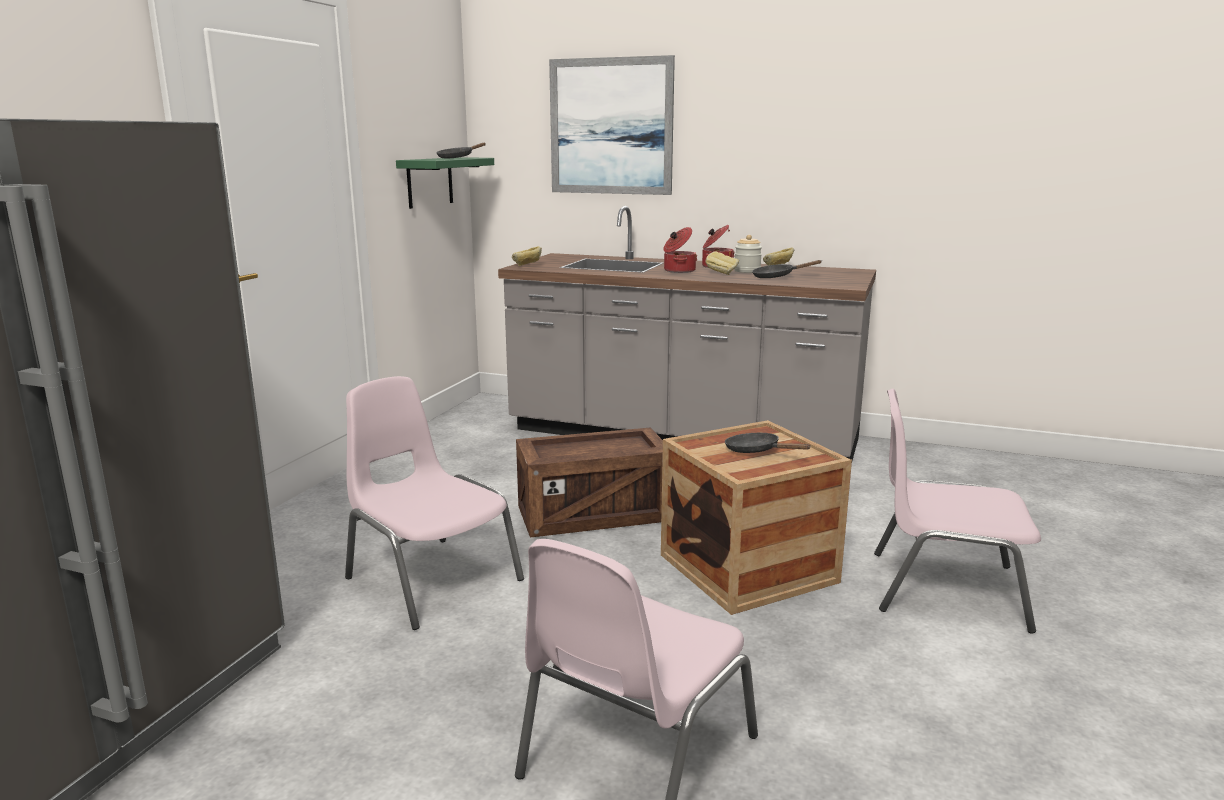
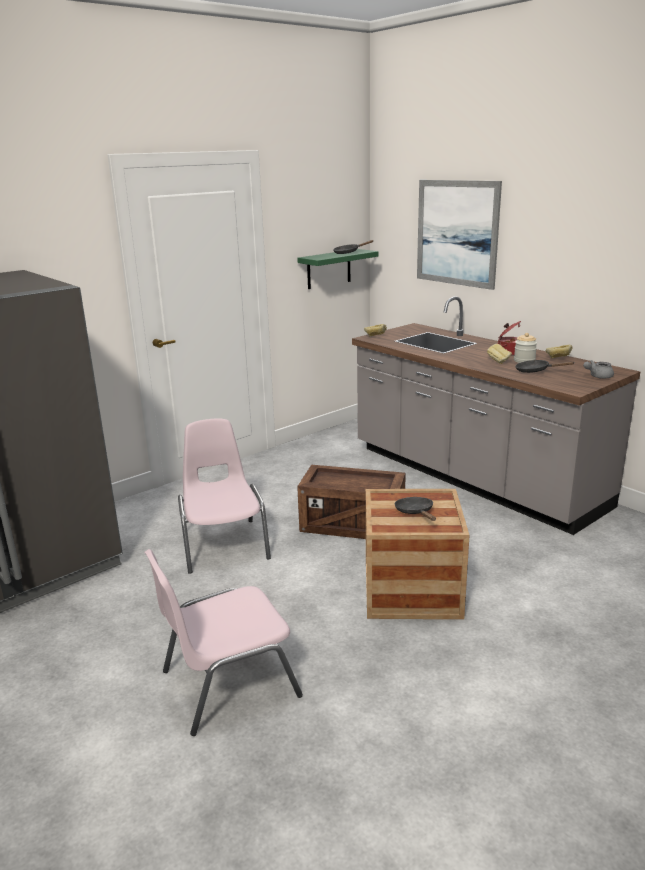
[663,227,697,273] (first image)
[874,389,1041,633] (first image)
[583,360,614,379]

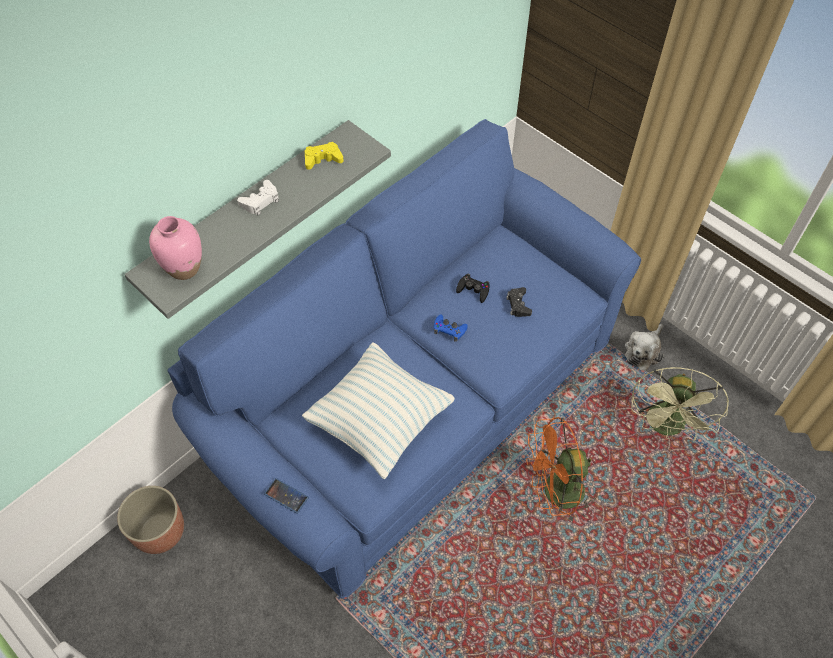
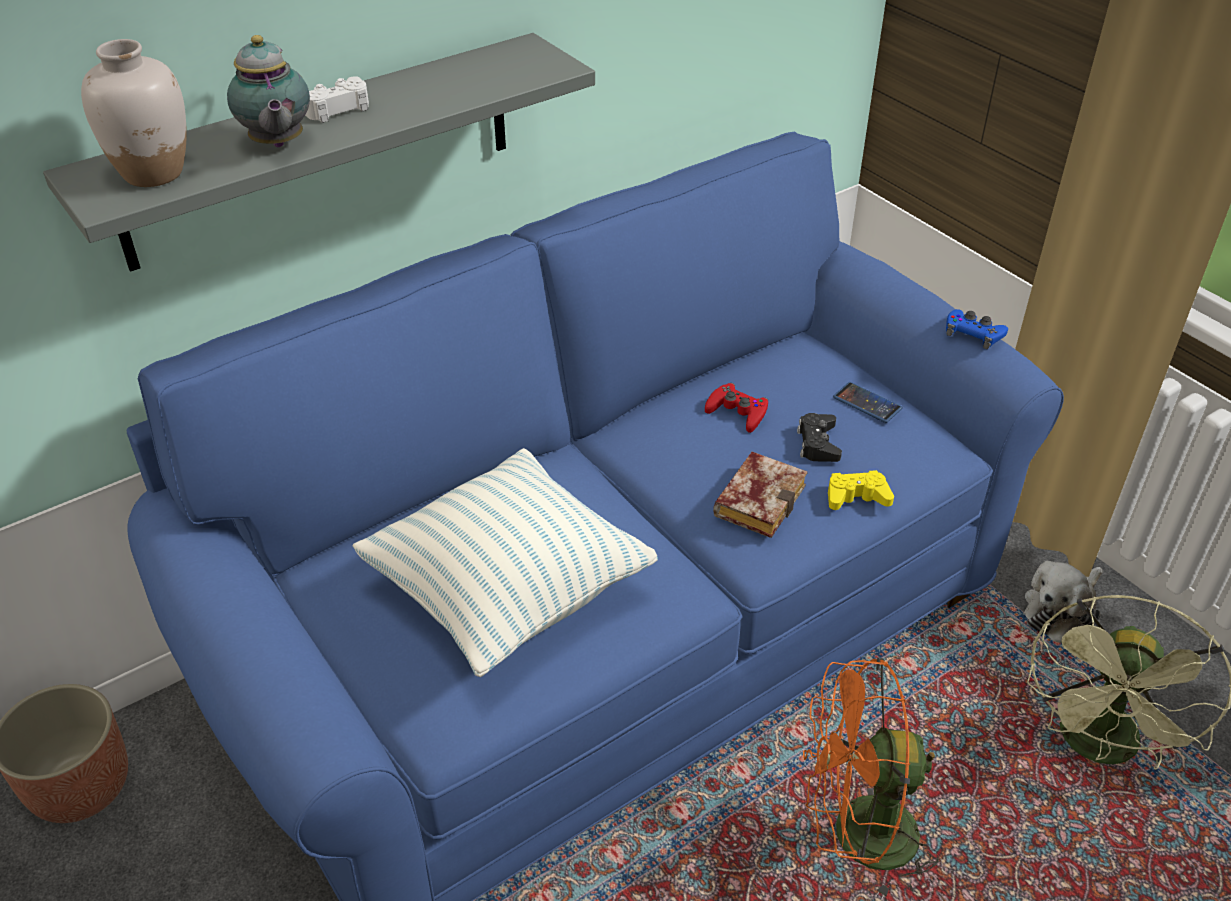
[81,39,187,187]
[833,382,902,423]
[828,470,894,510]
[946,309,1008,349]
[705,383,768,433]
[227,35,310,147]
[713,452,808,538]

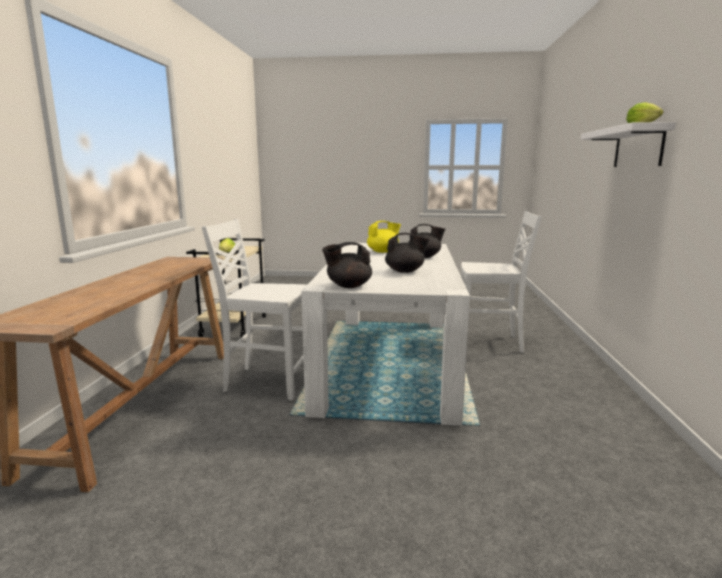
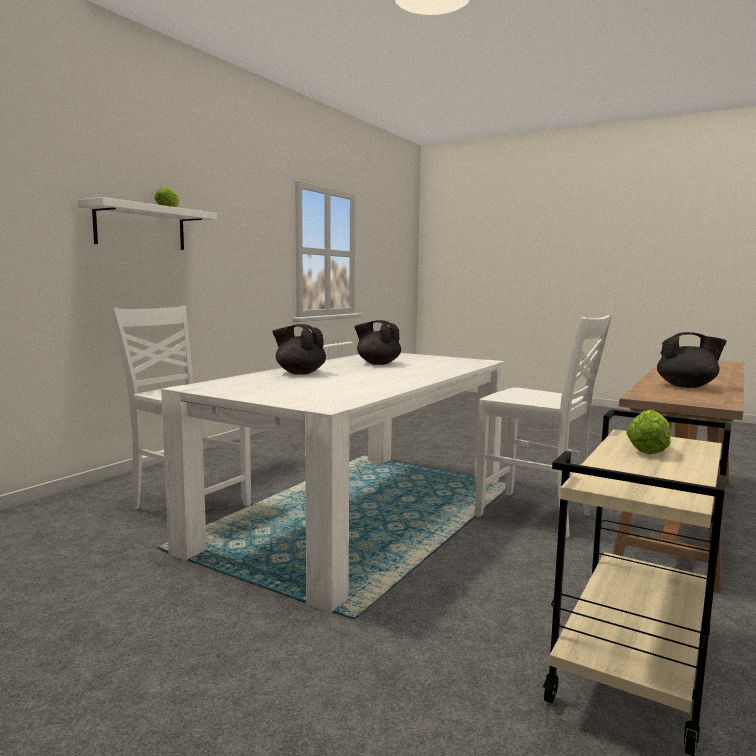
[657,332,727,388]
[367,221,401,253] (first image)

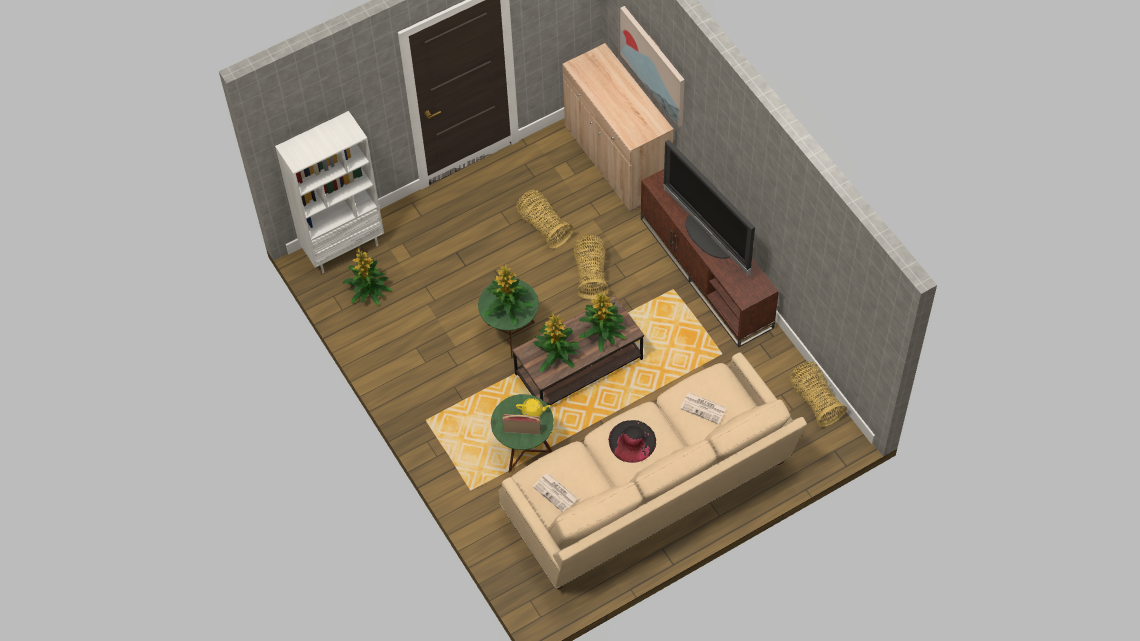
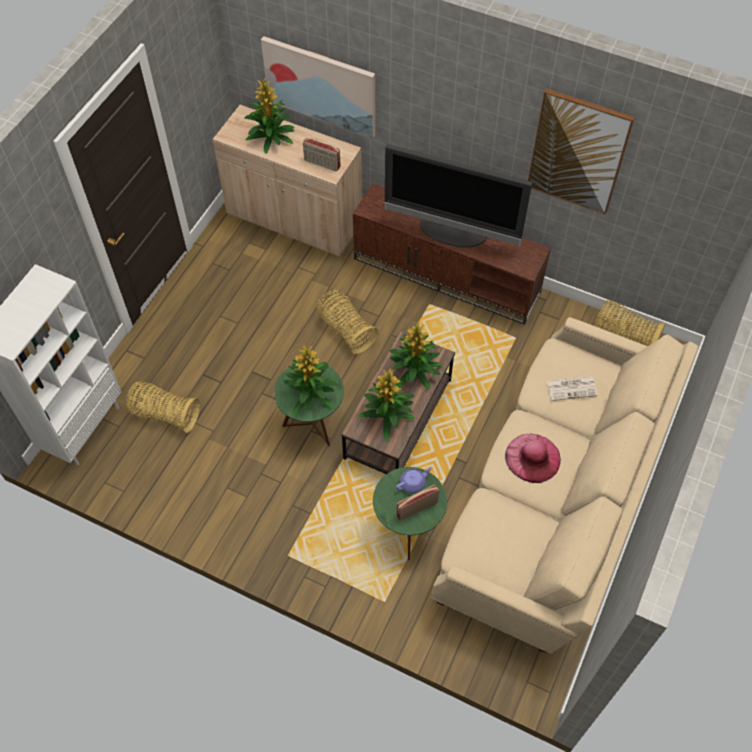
[244,77,295,154]
[126,381,200,433]
[396,467,432,494]
[533,473,578,512] (first image)
[505,434,561,483]
[303,138,341,171]
[528,88,635,215]

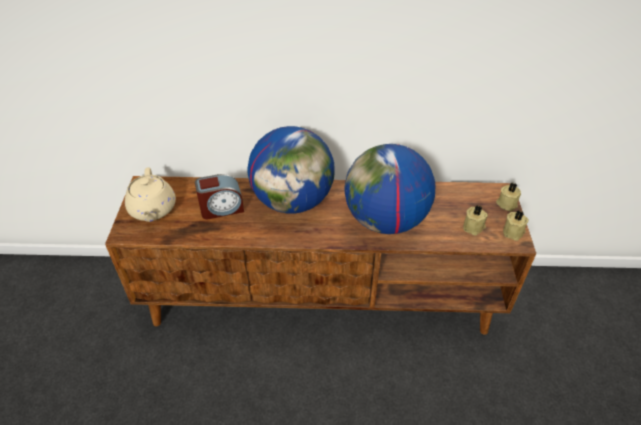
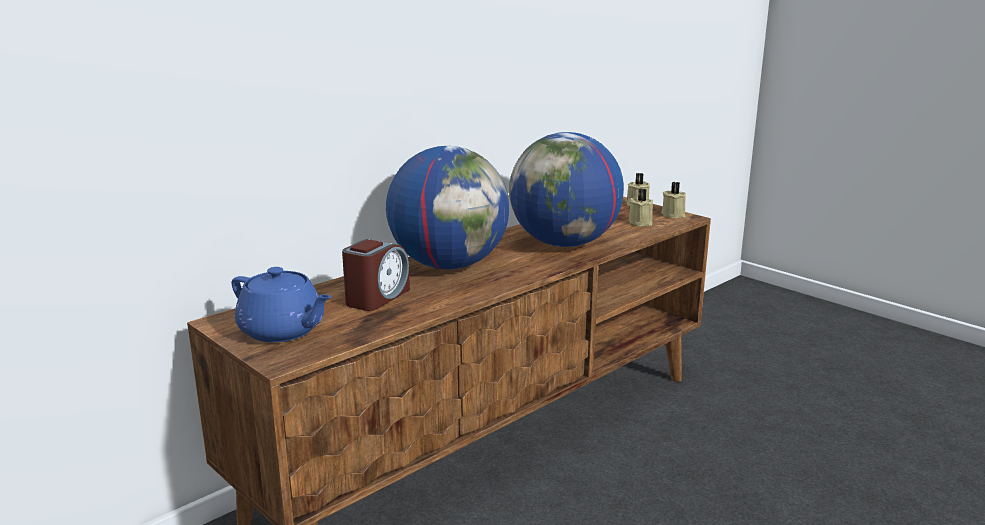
[232,267,332,342]

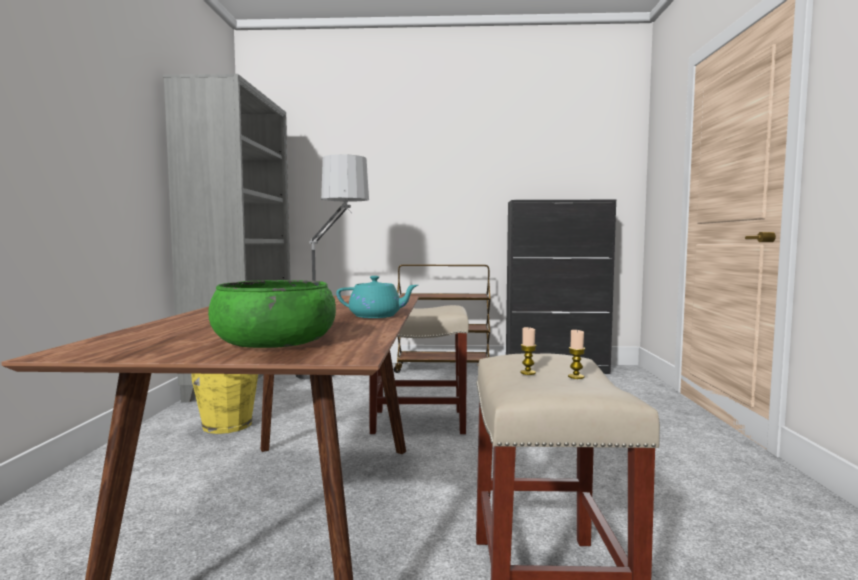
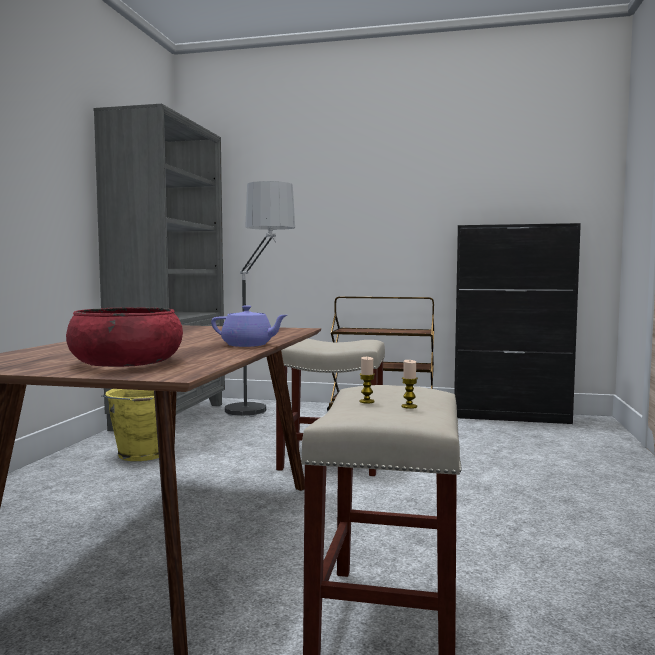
[66,307,183,367]
[211,305,287,347]

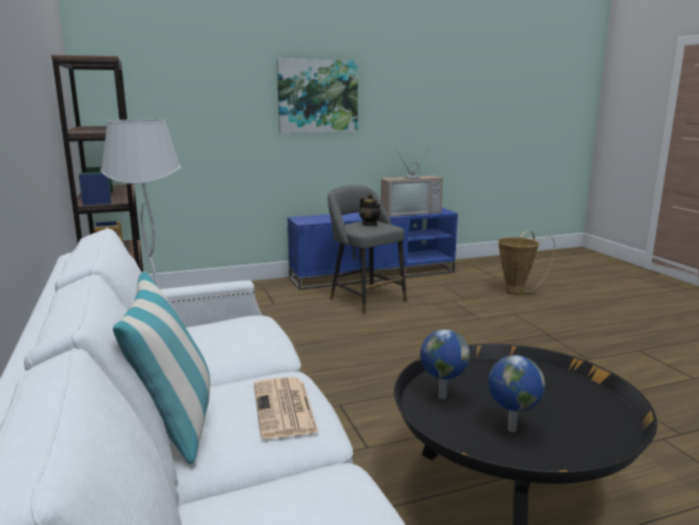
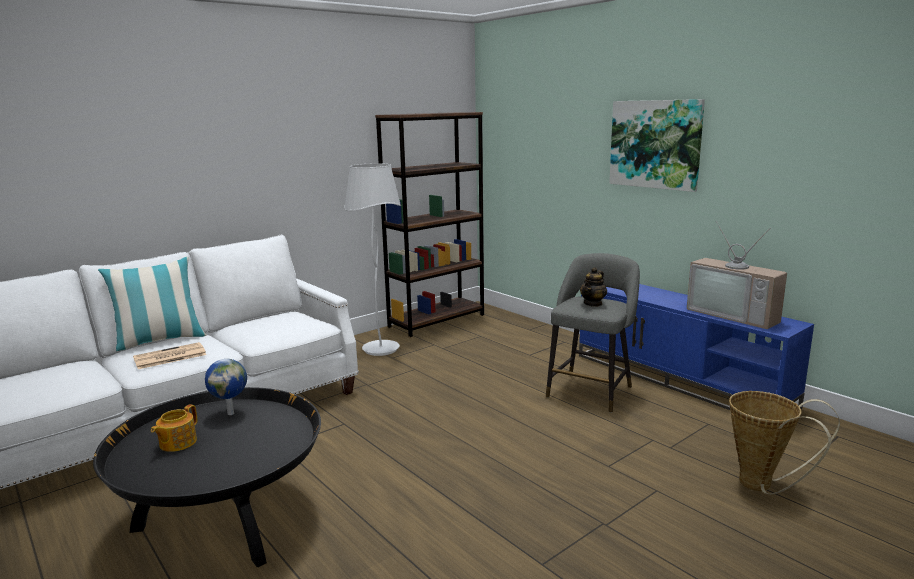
[151,404,197,452]

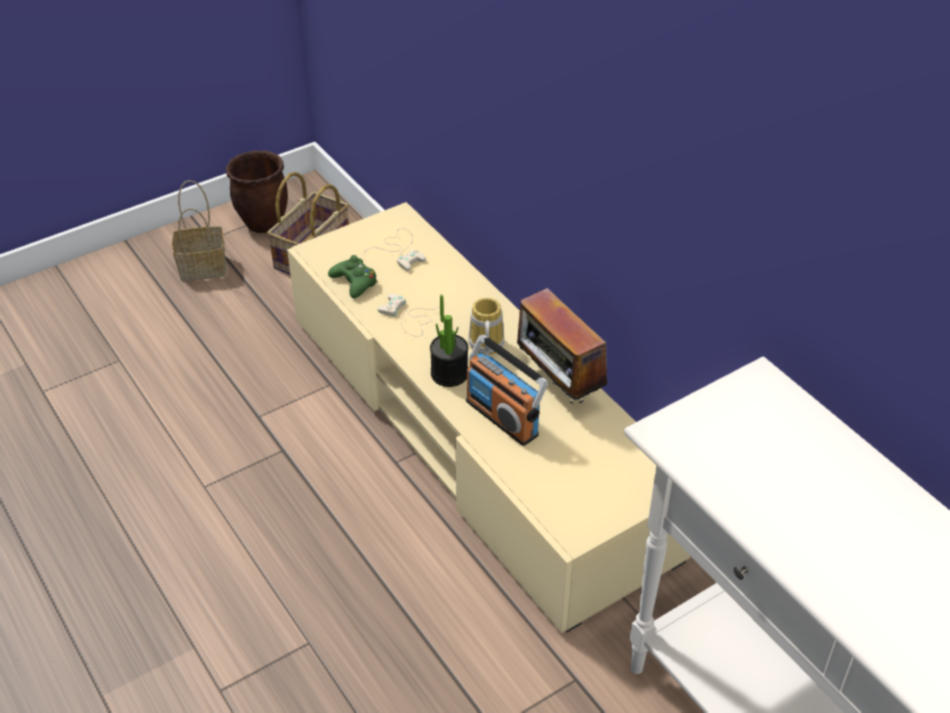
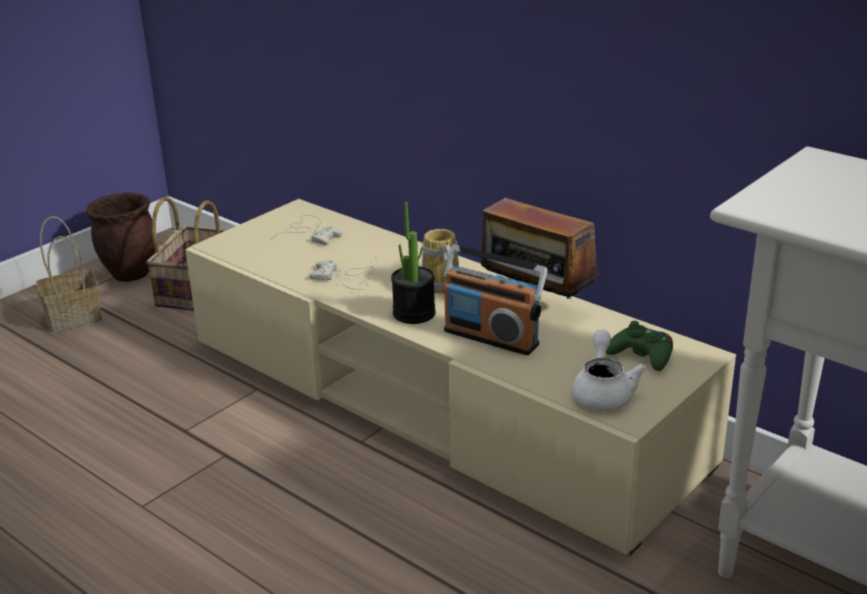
[606,321,673,371]
[572,330,647,411]

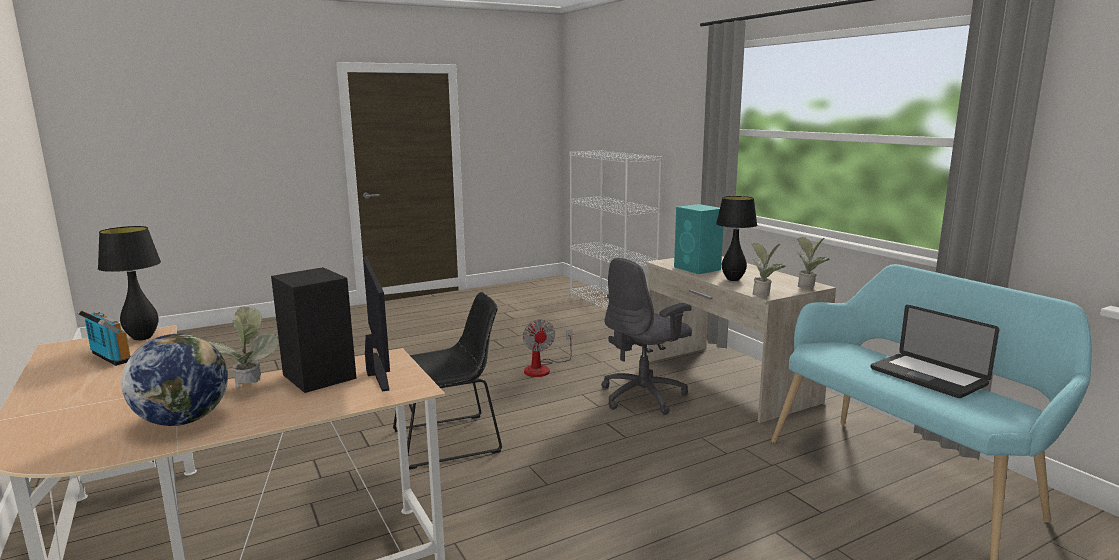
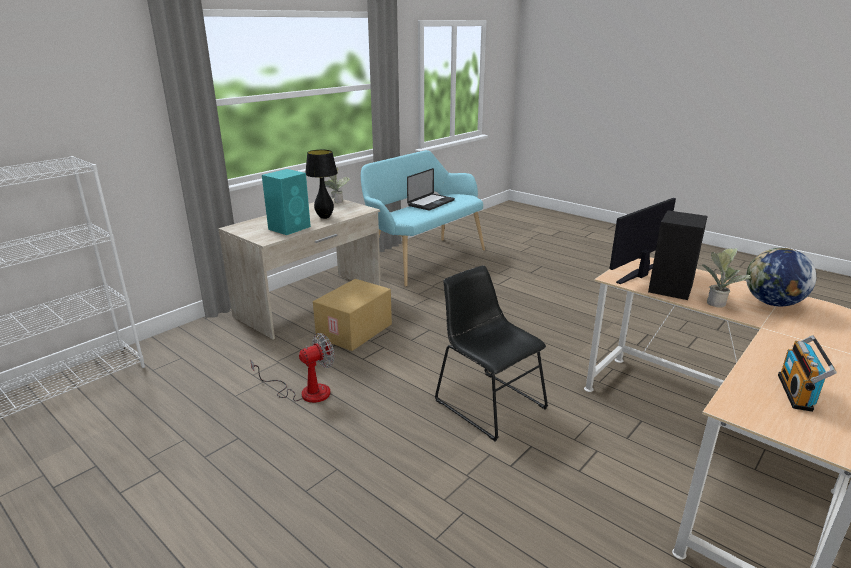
[98,226,161,341] (first image)
[313,279,392,351]
[751,243,786,297] (first image)

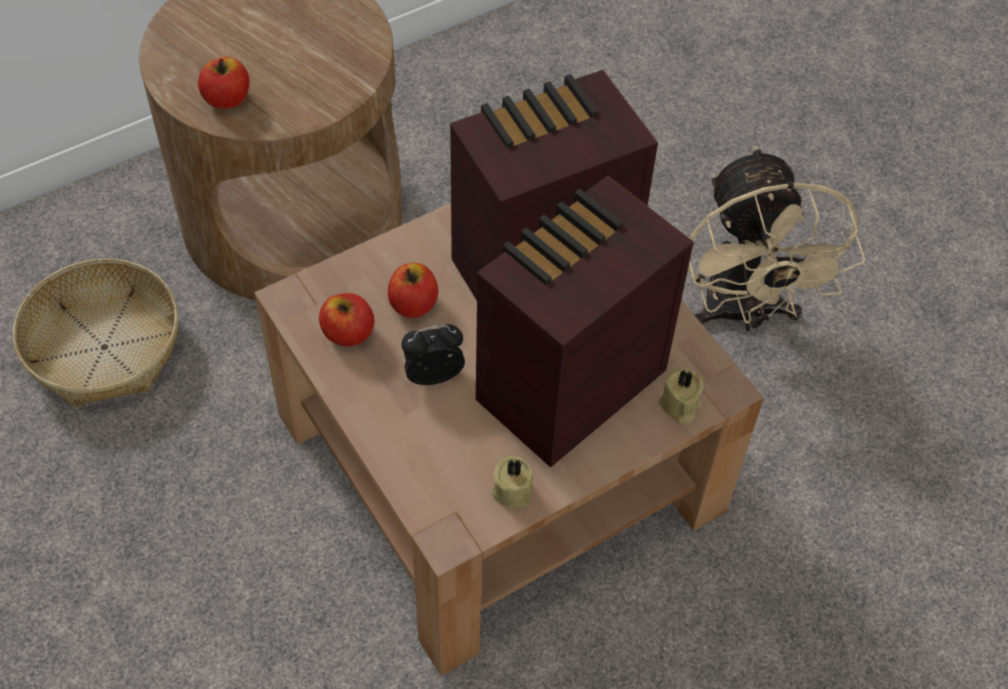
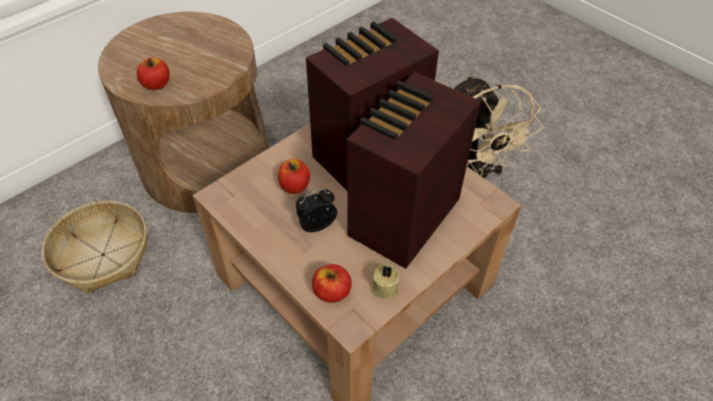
[312,264,352,303]
[659,369,704,424] (first image)

